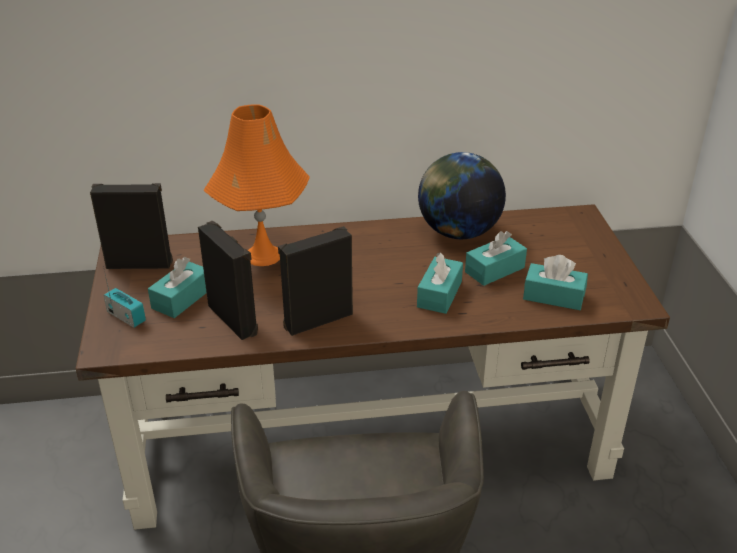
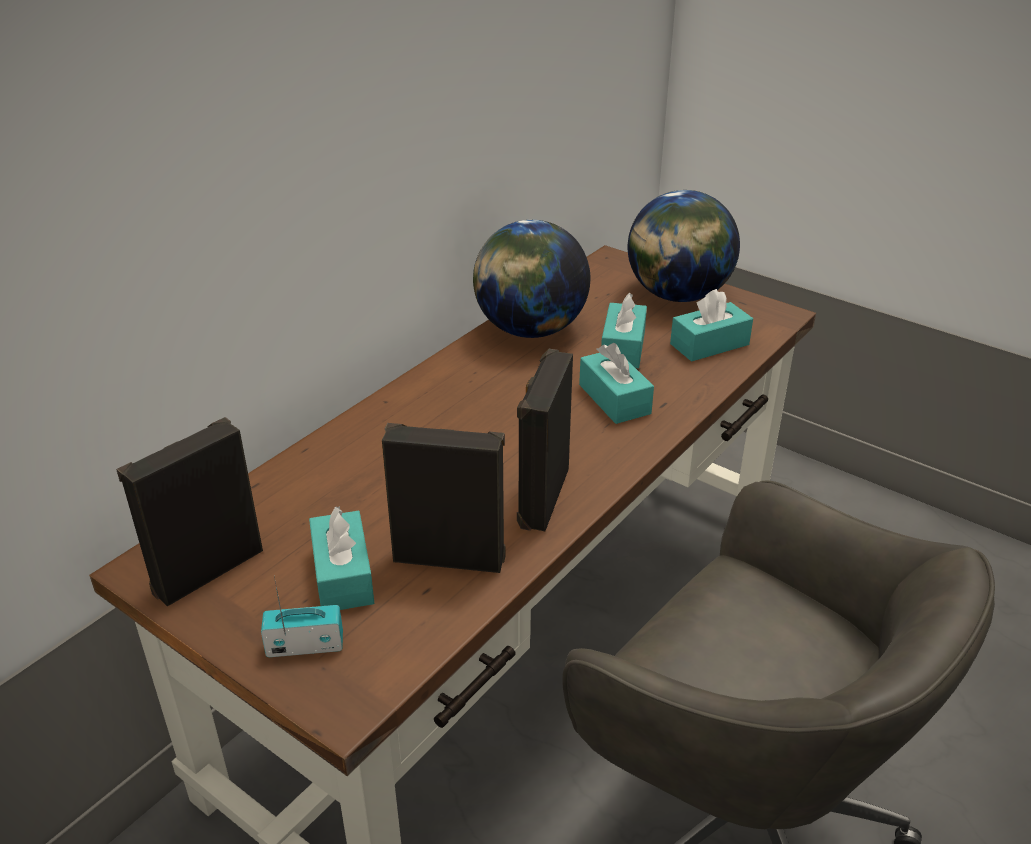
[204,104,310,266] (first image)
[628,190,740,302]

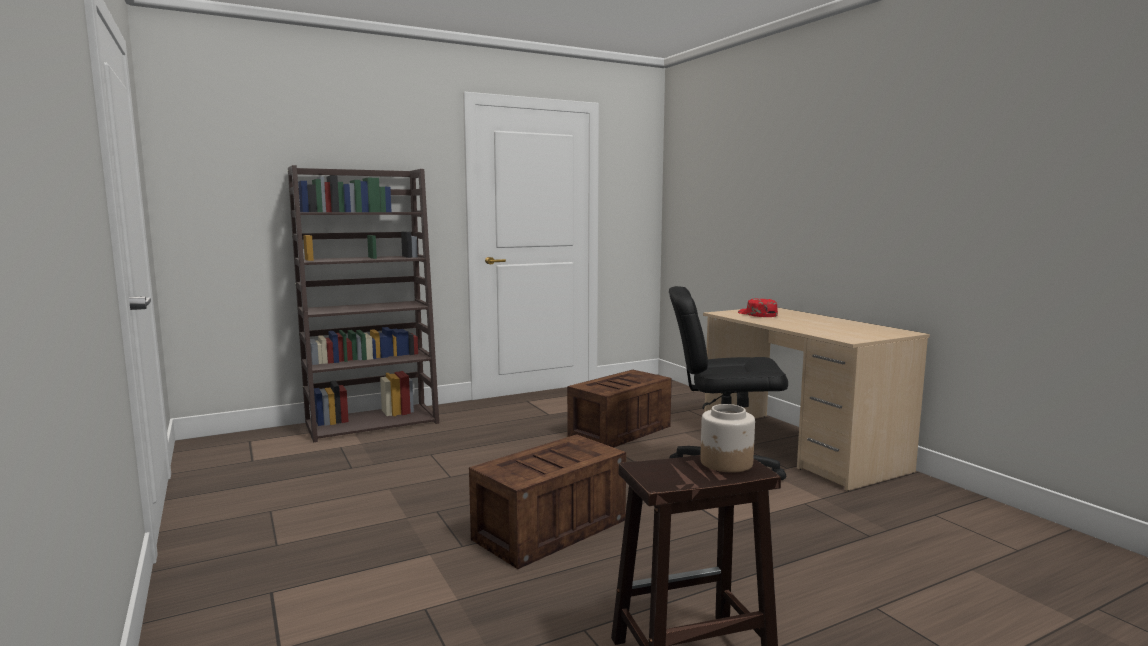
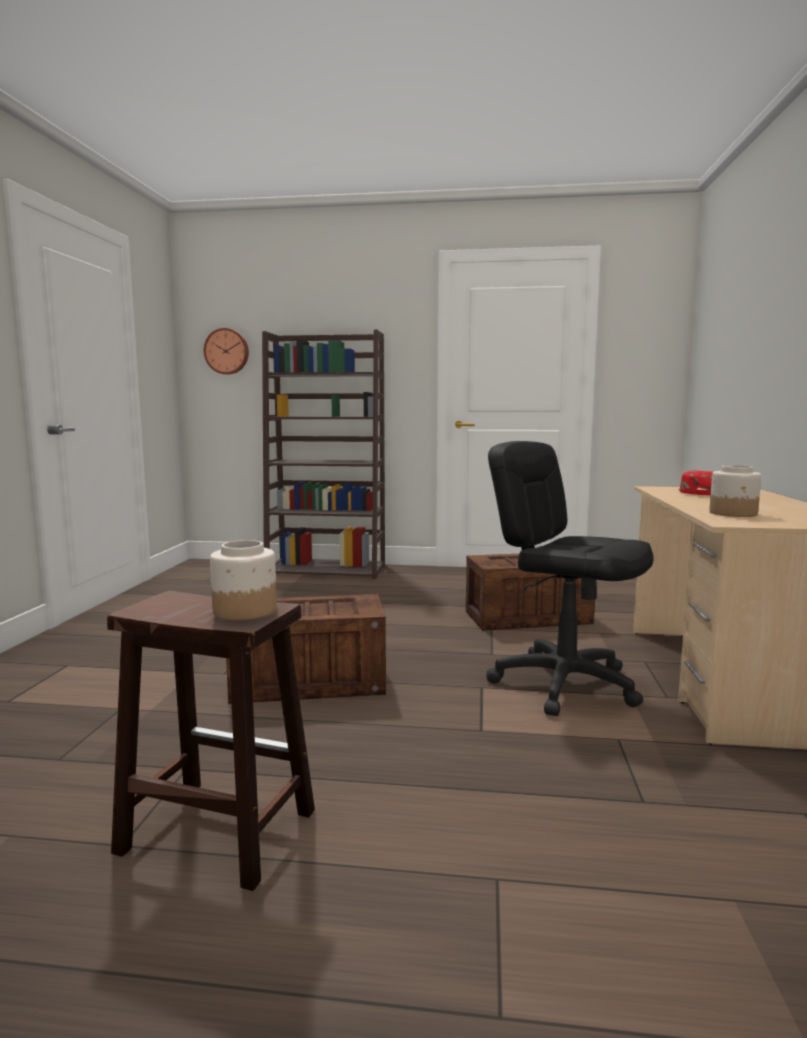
[204,328,249,375]
[709,465,761,517]

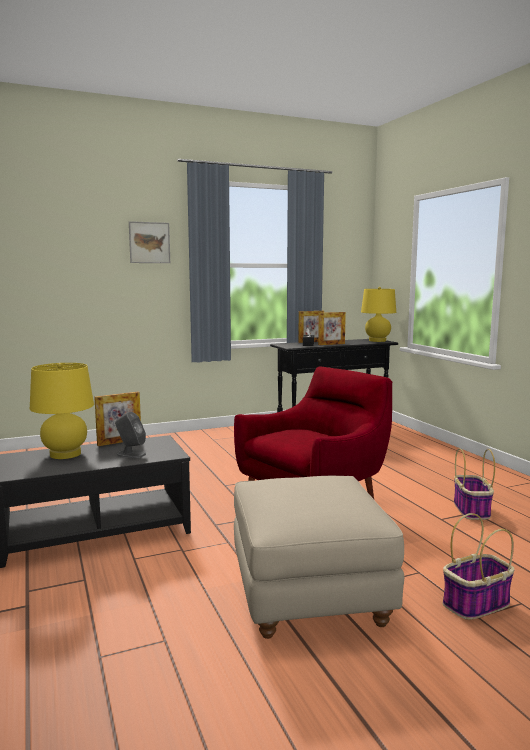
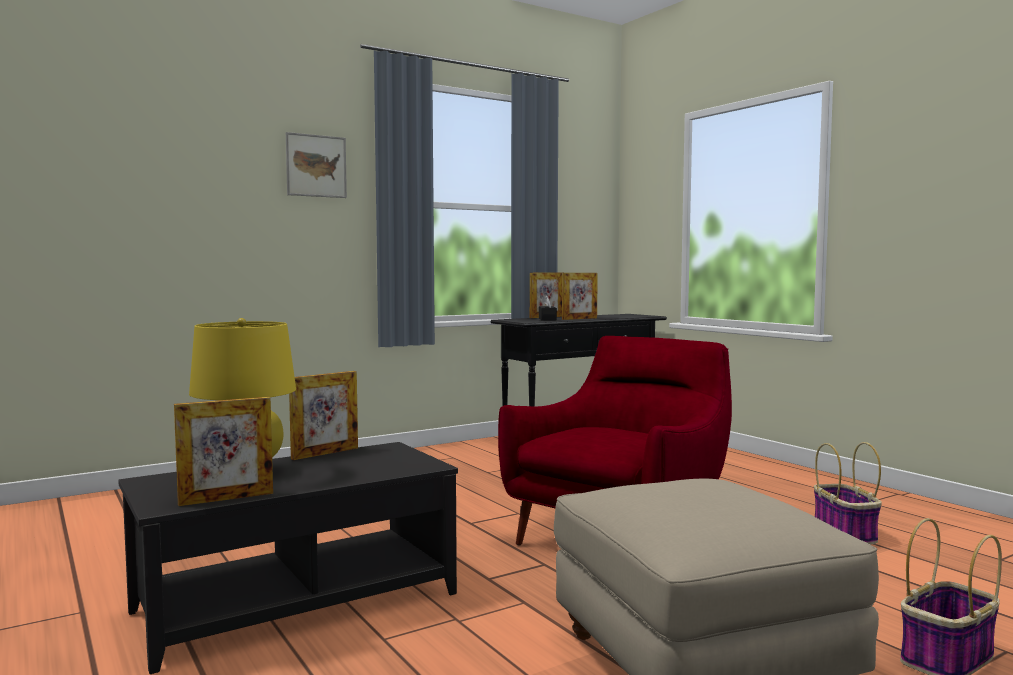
[115,411,146,458] (first image)
[361,287,396,342] (first image)
[174,397,273,506]

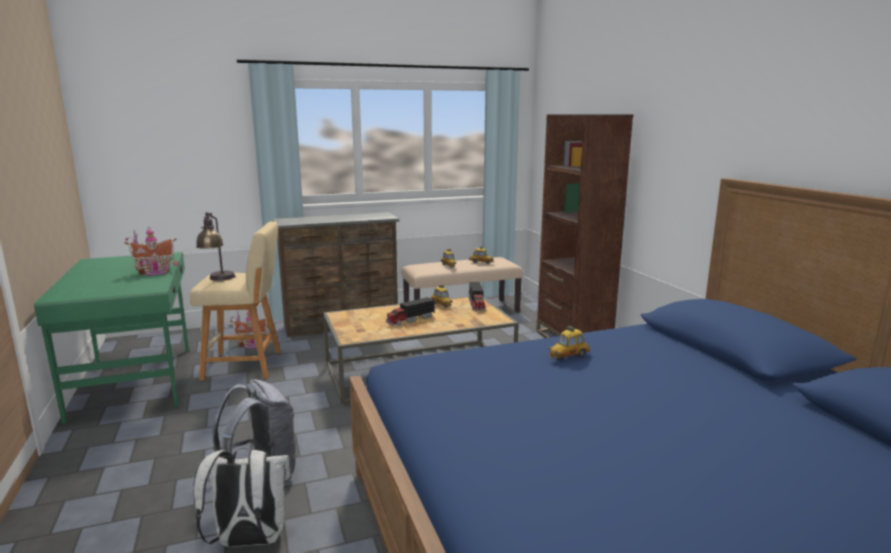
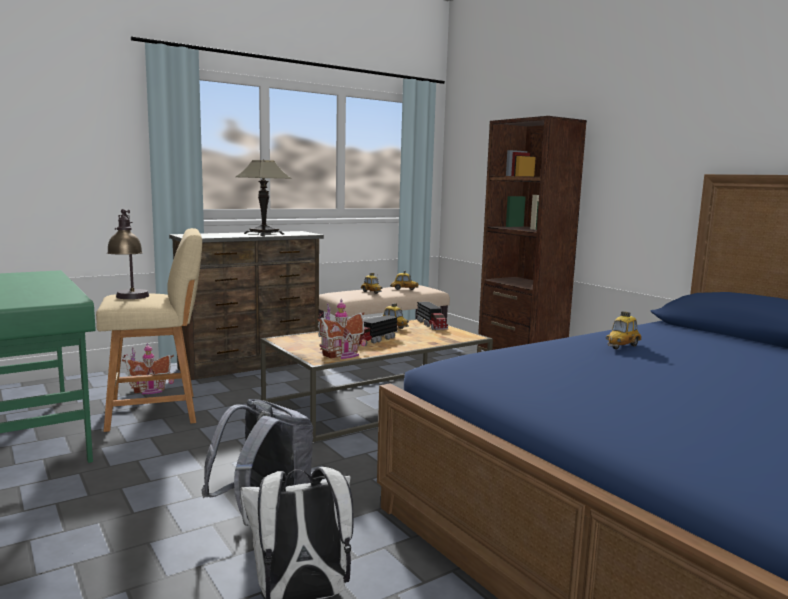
[317,299,366,359]
[235,160,292,236]

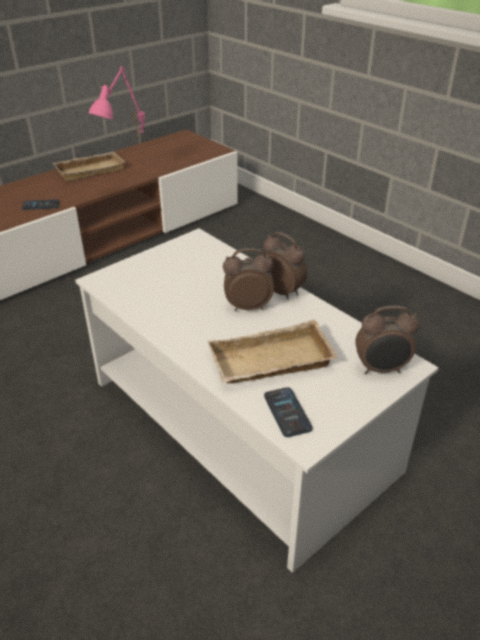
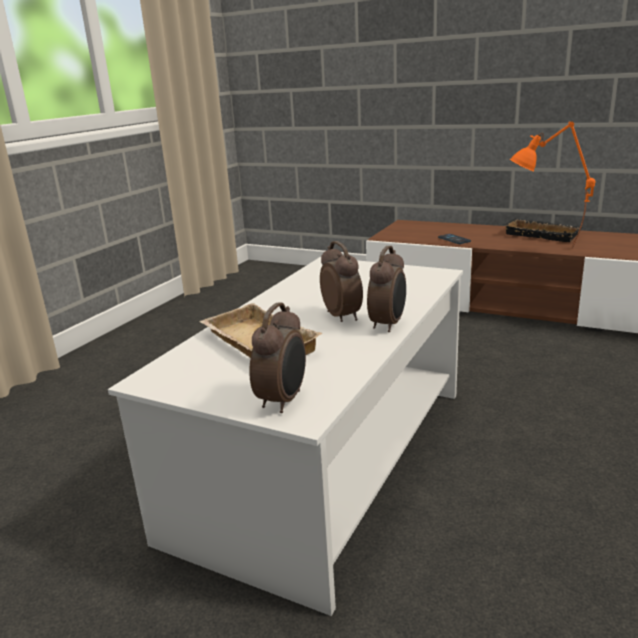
[502,218,583,242]
[510,122,595,249]
[264,387,313,437] (first image)
[249,302,306,413]

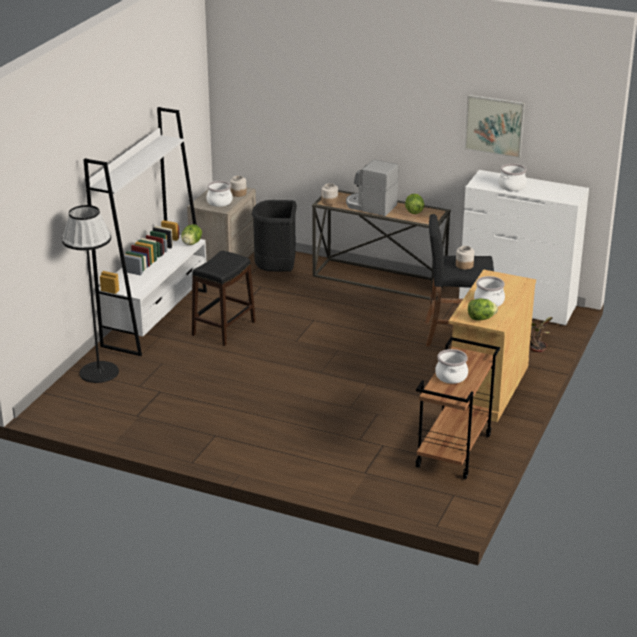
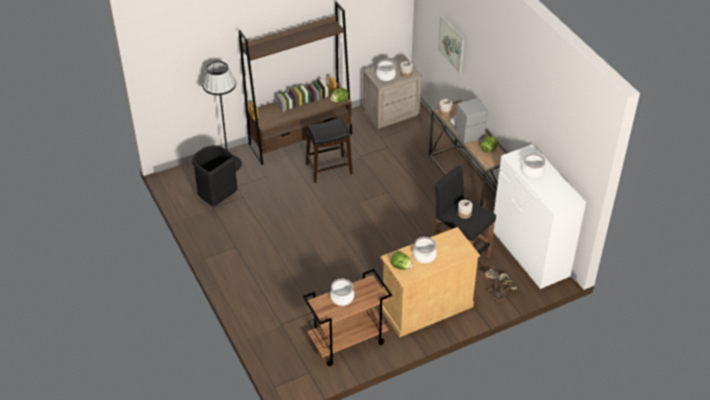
[238,1,352,165]
[192,145,237,207]
[438,15,465,73]

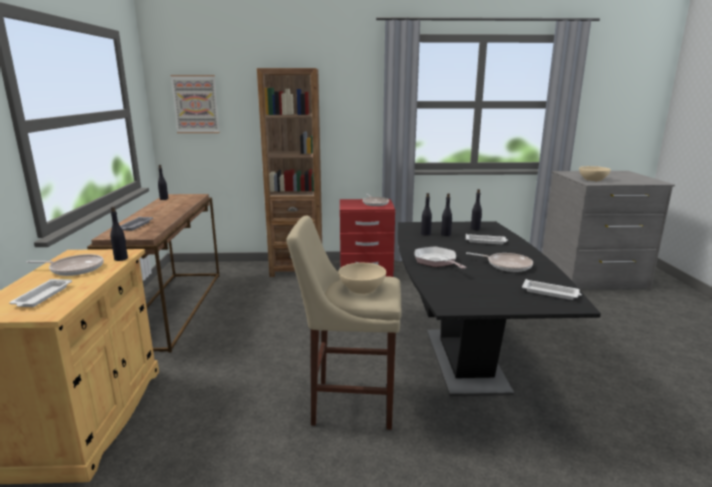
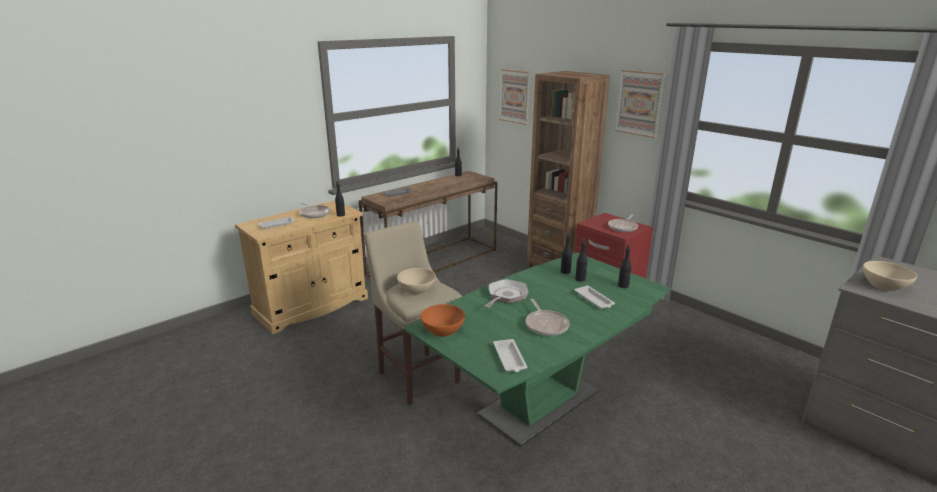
[404,252,670,447]
[421,304,465,337]
[615,70,665,138]

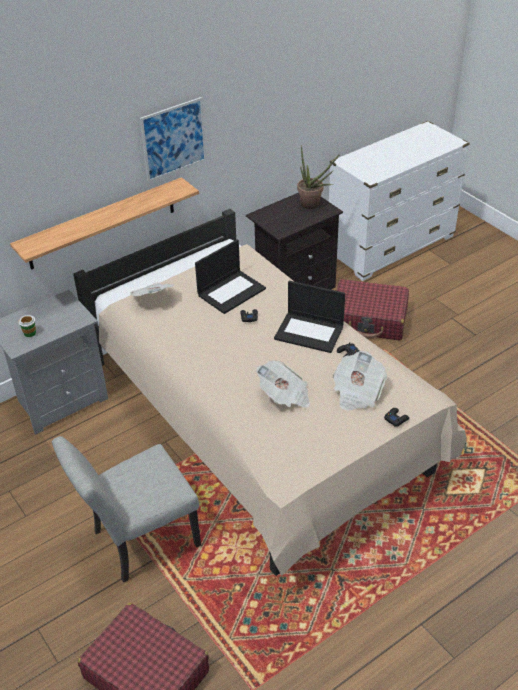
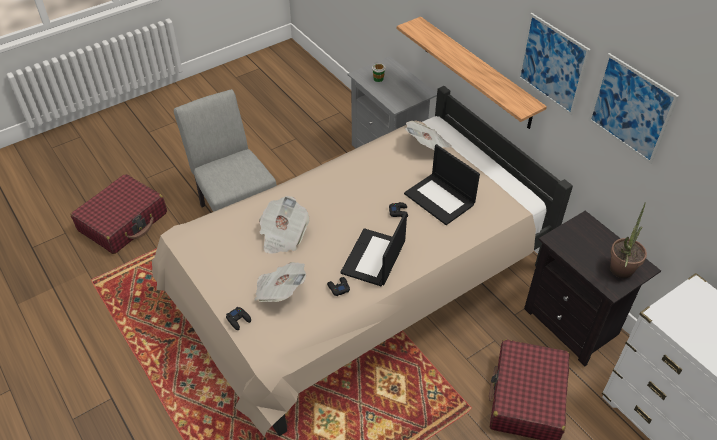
[588,53,679,164]

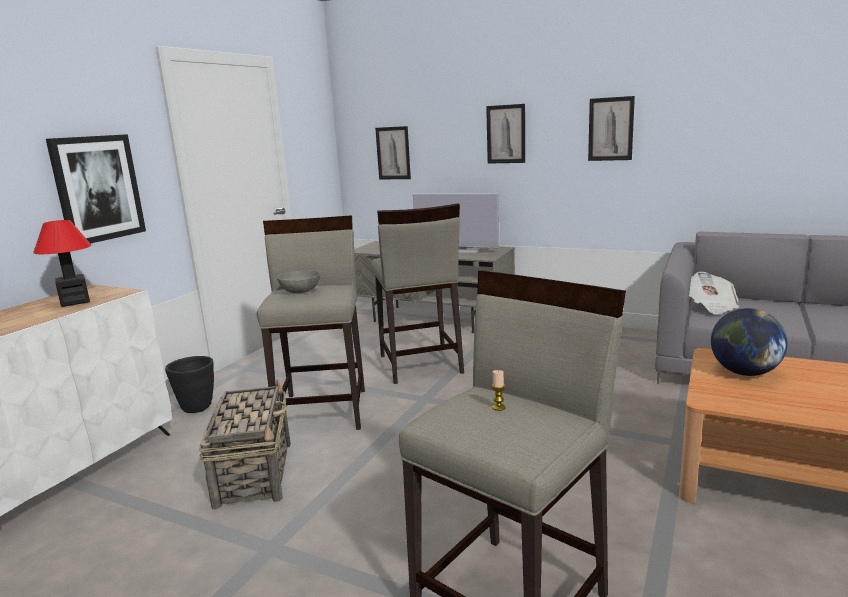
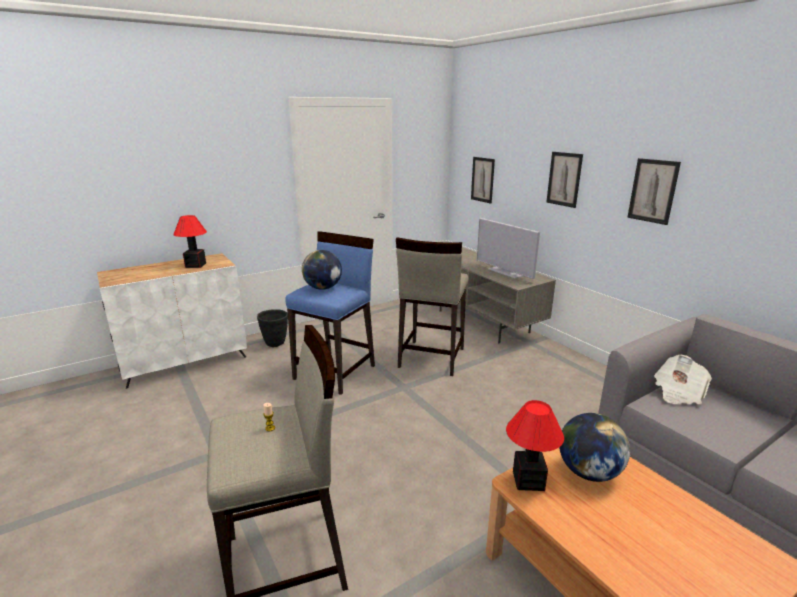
[46,134,146,244] (first image)
[199,379,291,510] (first image)
[285,231,375,395]
[302,250,342,290]
[506,400,564,491]

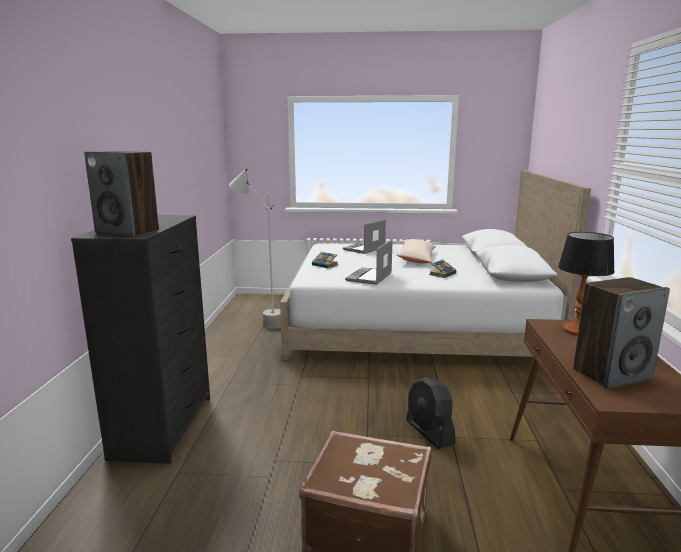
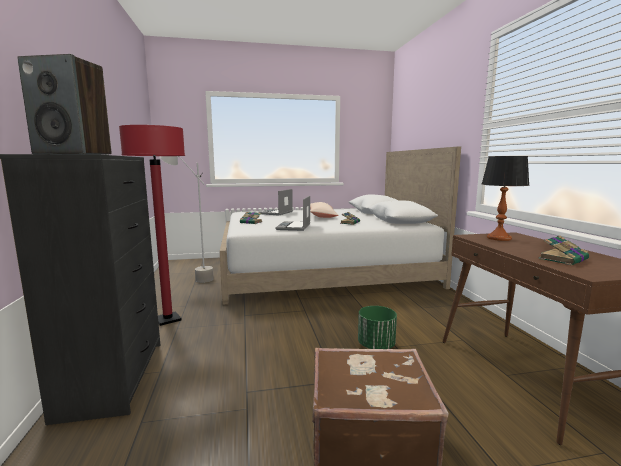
[358,306,397,349]
[538,235,589,266]
[119,125,185,326]

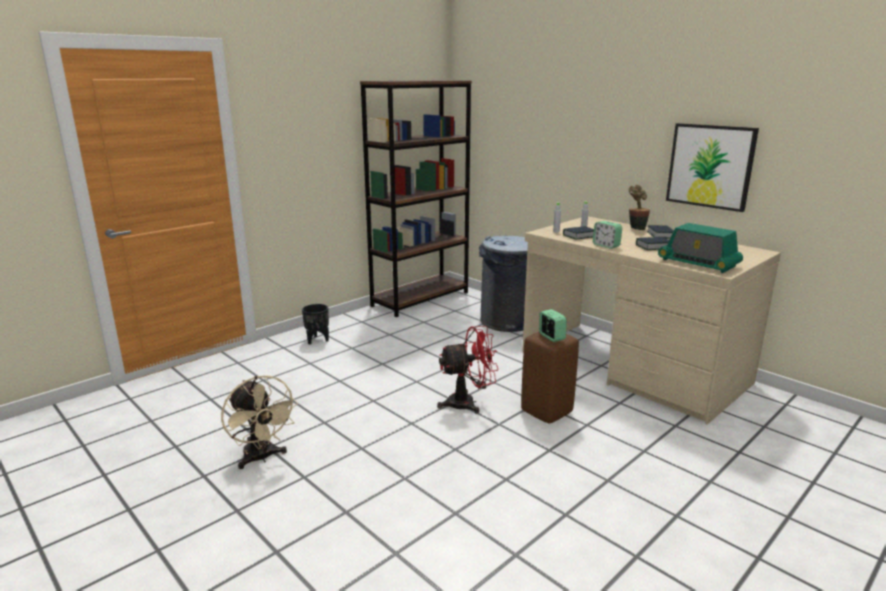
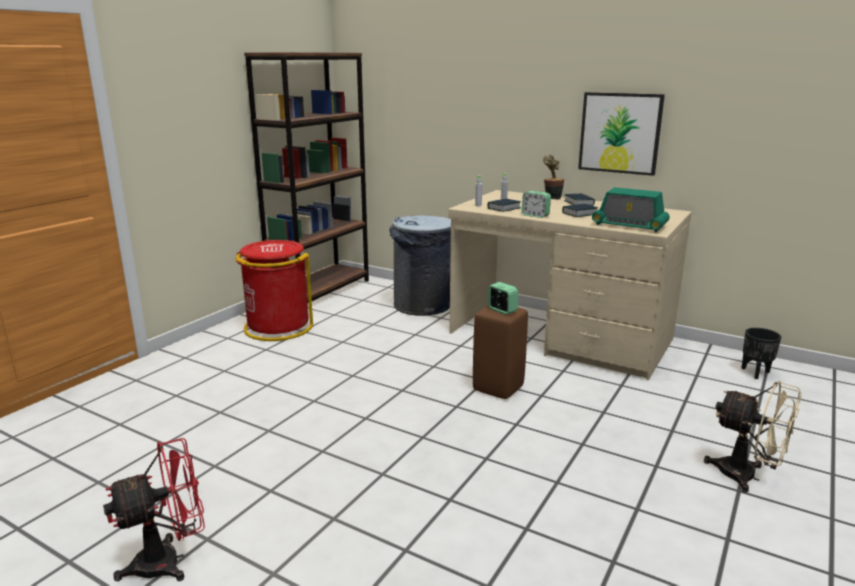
[704,381,802,493]
[742,328,781,379]
[103,438,205,581]
[235,240,313,341]

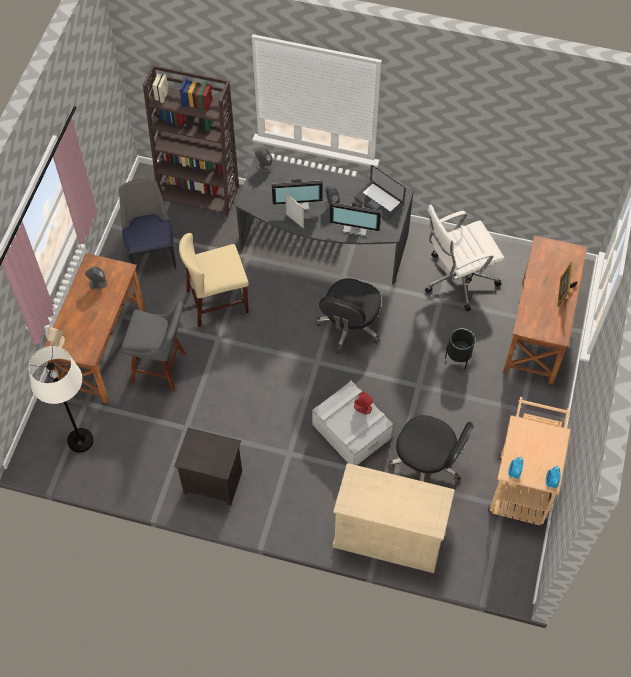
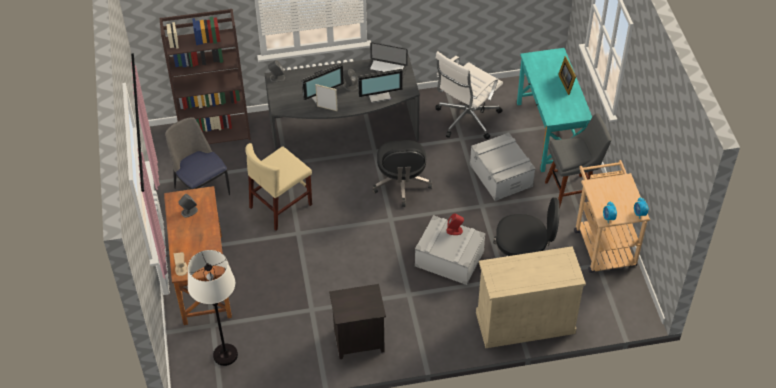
[545,113,611,206]
[470,132,536,201]
[517,48,592,172]

